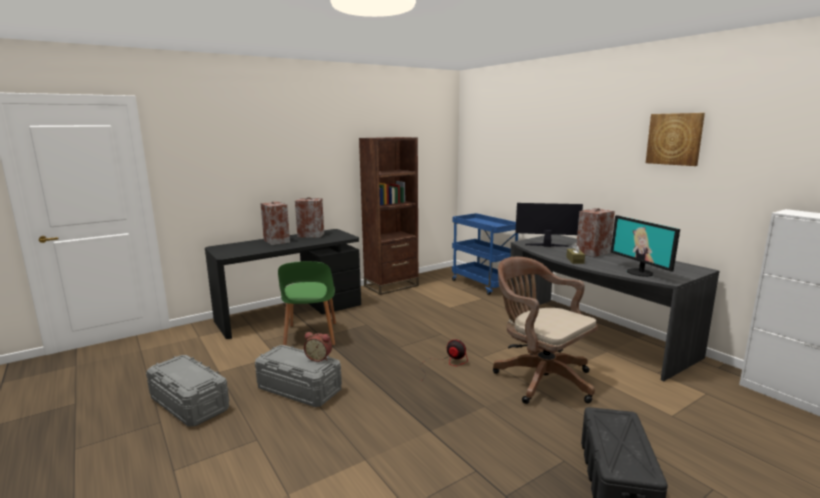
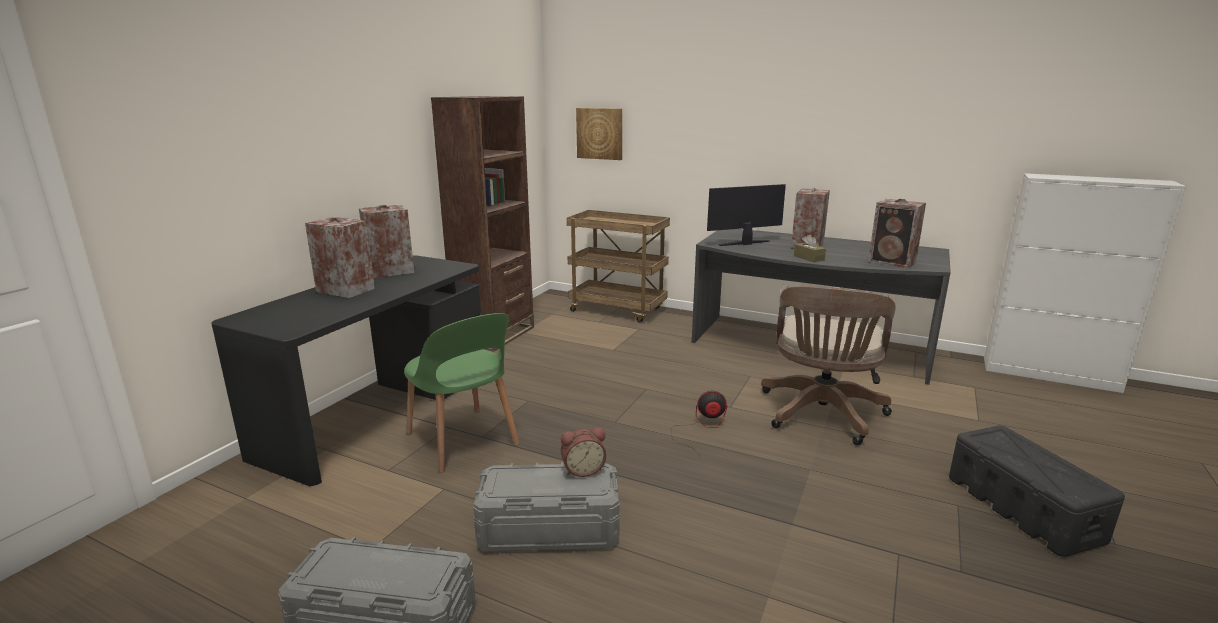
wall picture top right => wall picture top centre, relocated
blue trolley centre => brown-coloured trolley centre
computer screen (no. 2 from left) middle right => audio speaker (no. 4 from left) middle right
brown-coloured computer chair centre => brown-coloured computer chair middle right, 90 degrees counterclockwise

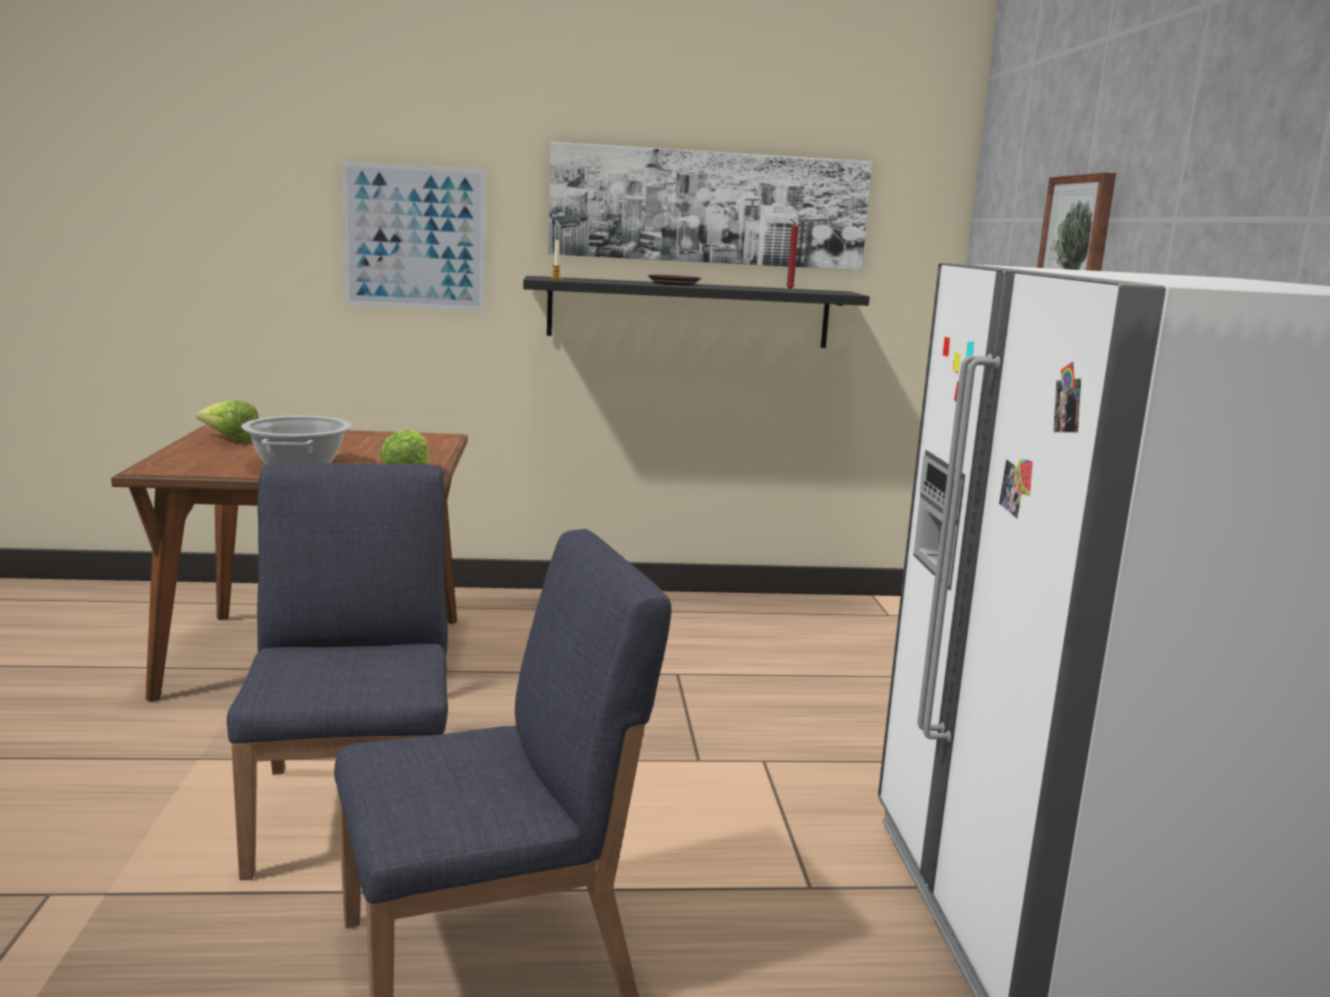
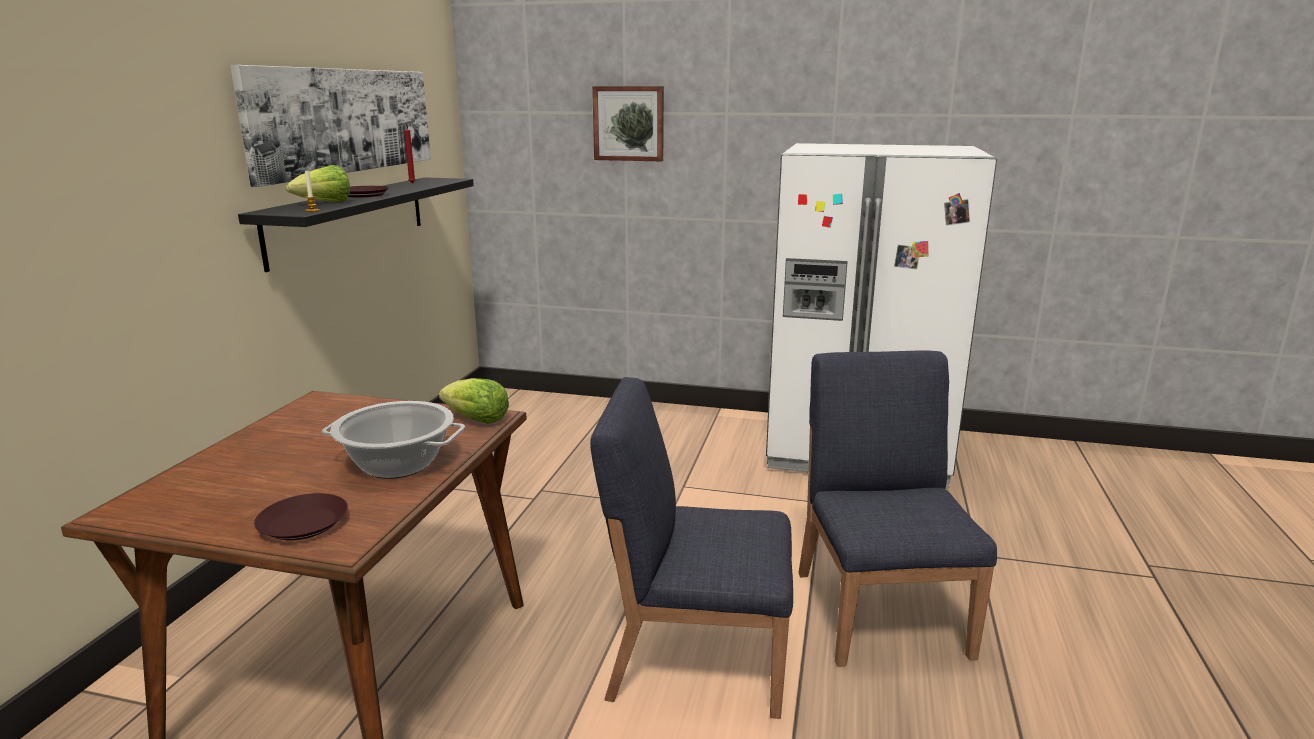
wall picture (no. 1 from left) top left => nothing
head of lettuce (no. 1 from left) middle left => head of lettuce (no. 1 from left) top left, relocated
nothing => brown-coloured dinner plate (no. 1 from left) bottom left

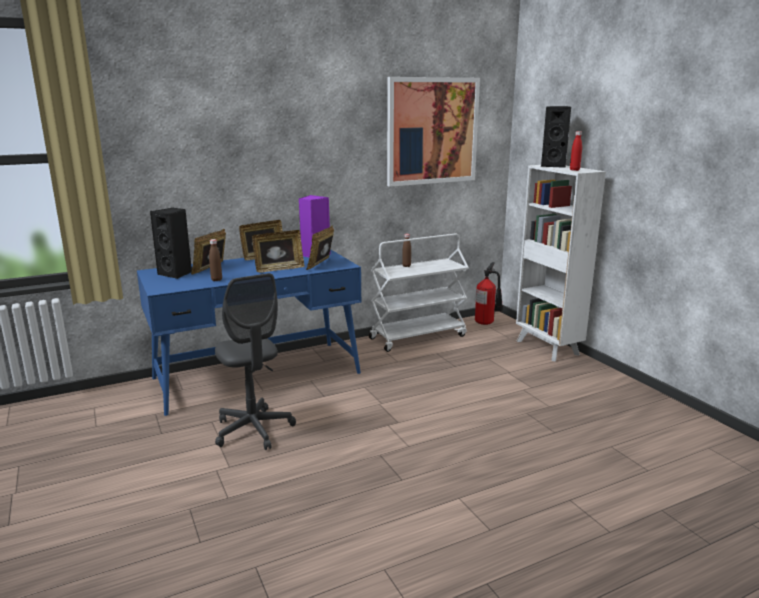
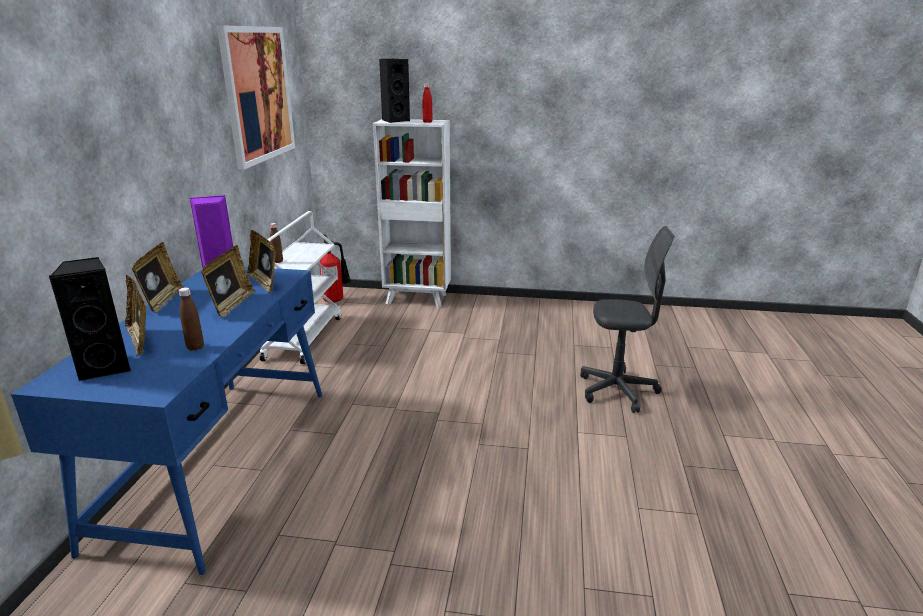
grey computer chair centre => grey computer chair middle right, relocated

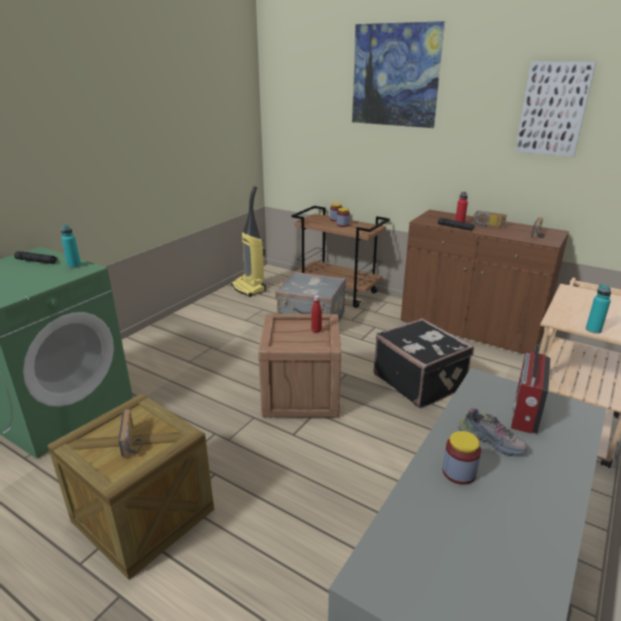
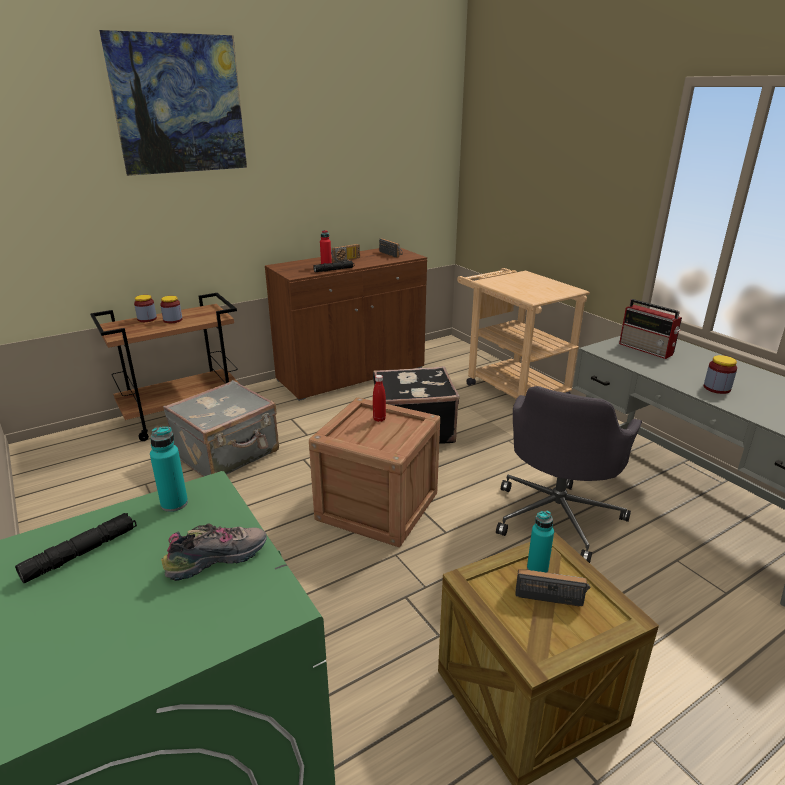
wall picture (no. 2 from left) top right => nothing
vacuum centre => nothing
turquoise-coloured drink bottle (no. 2 from left) middle right => turquoise-coloured drink bottle (no. 2 from left) bottom right, relocated
shoe bottom right => shoe bottom left, relocated
nothing => grey computer chair middle right

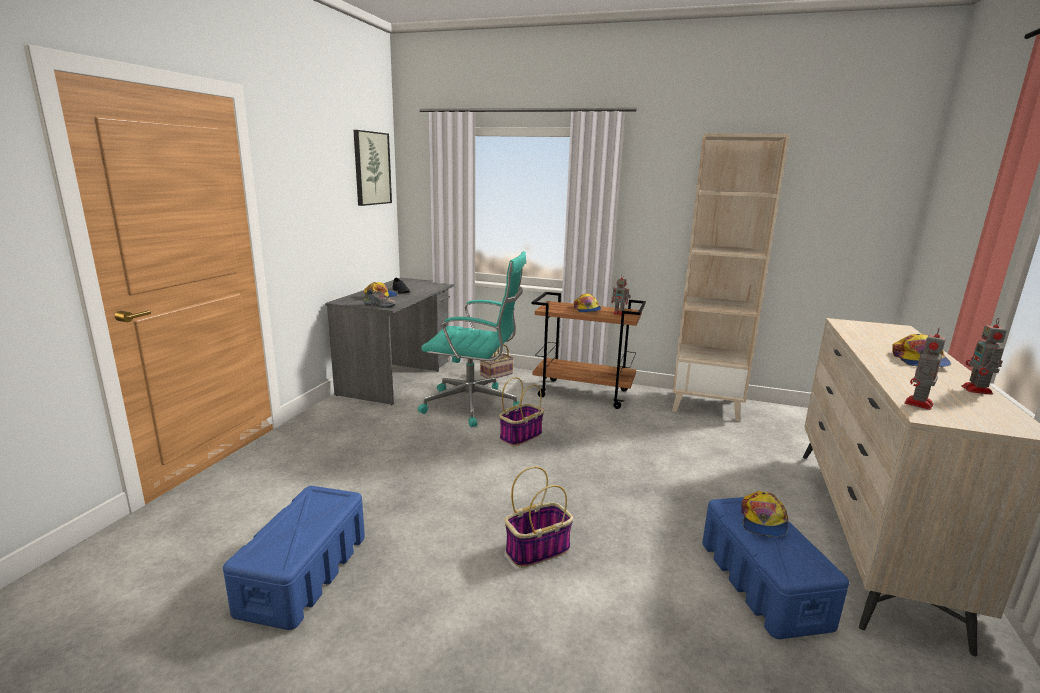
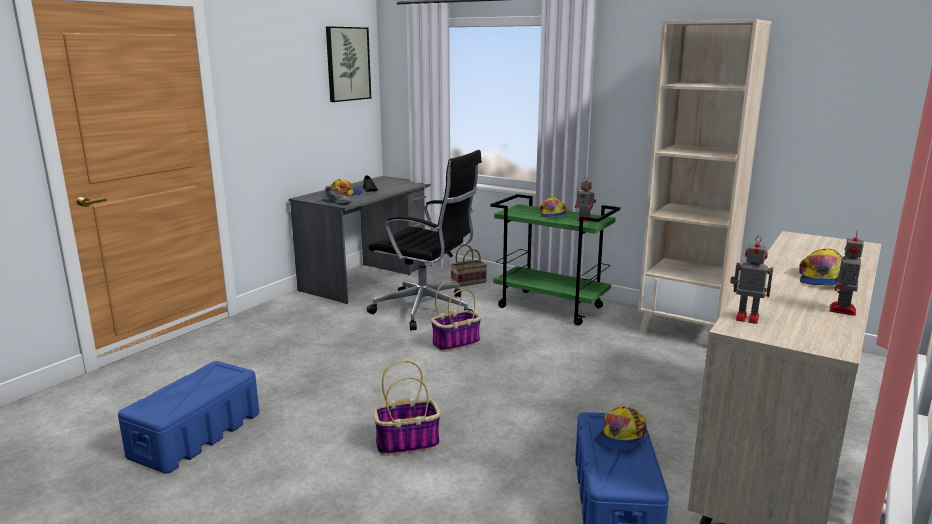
turquoise-coloured computer chair centre => blackish computer chair centre
brown-coloured trolley centre => green trolley centre
model robot (no. 2 from left) middle right, 60 degrees clockwise

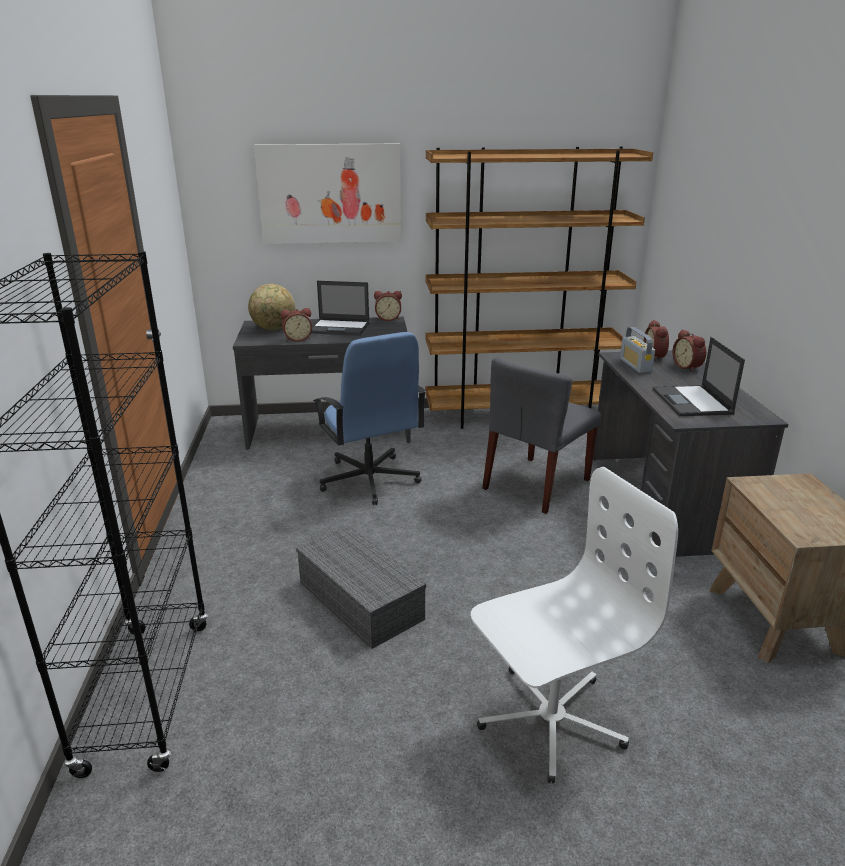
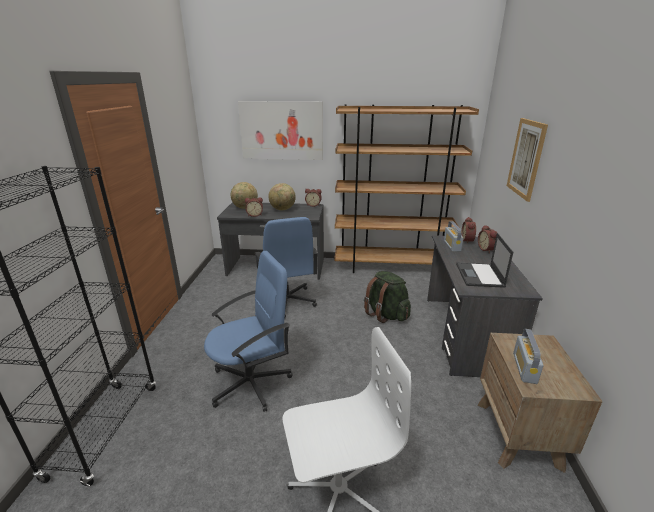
notebook computer (no. 1 from left) centre => desk globe (no. 2 from left) centre
grey chair centre => green knapsack centre
grey storage bin bottom centre => blue computer chair (no. 1 from left) centre
nothing => wall picture (no. 2 from left) top right
nothing => radio set (no. 2 from left) bottom right

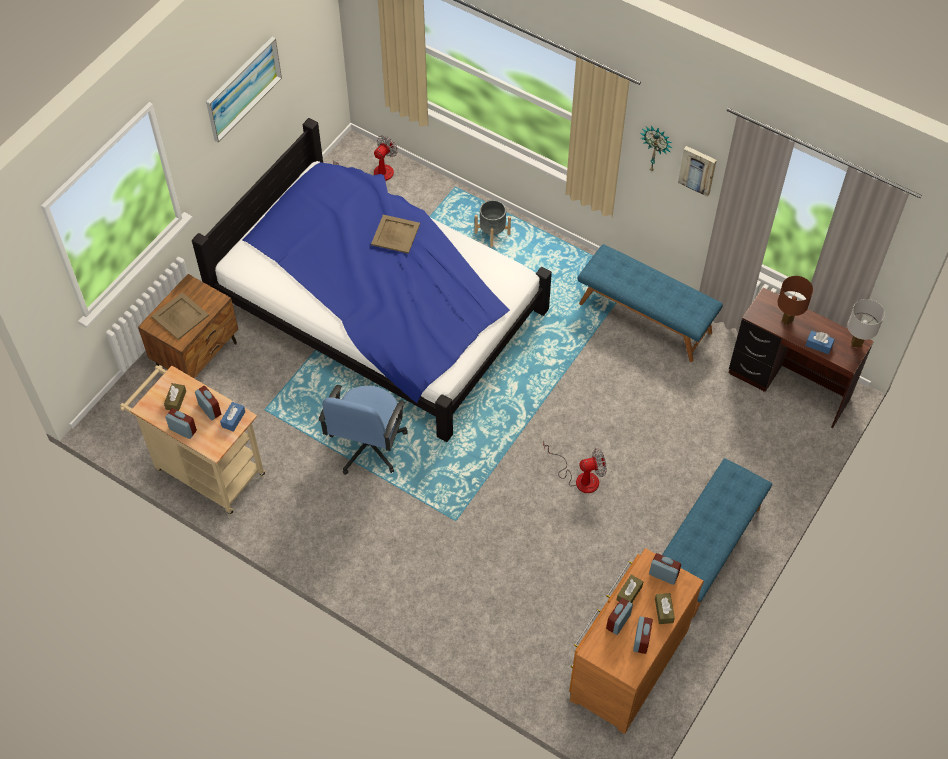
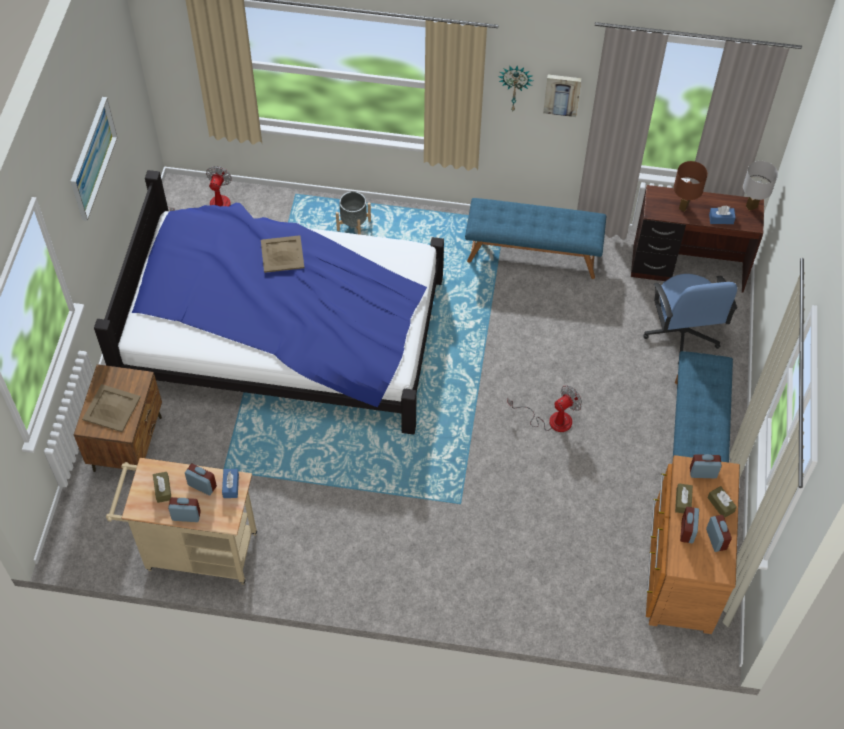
blue computer chair centre => blue computer chair middle right, relocated

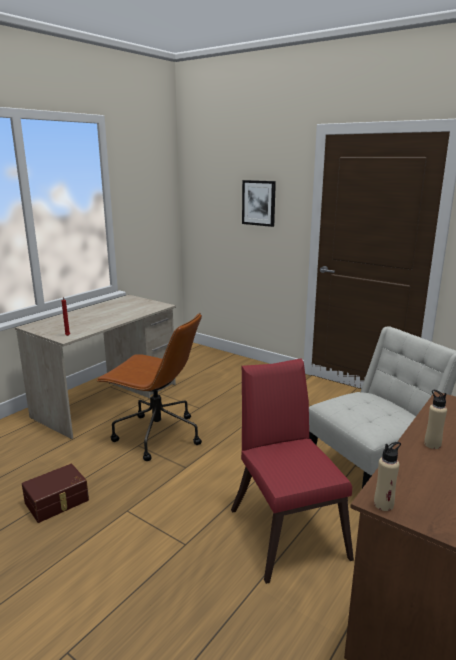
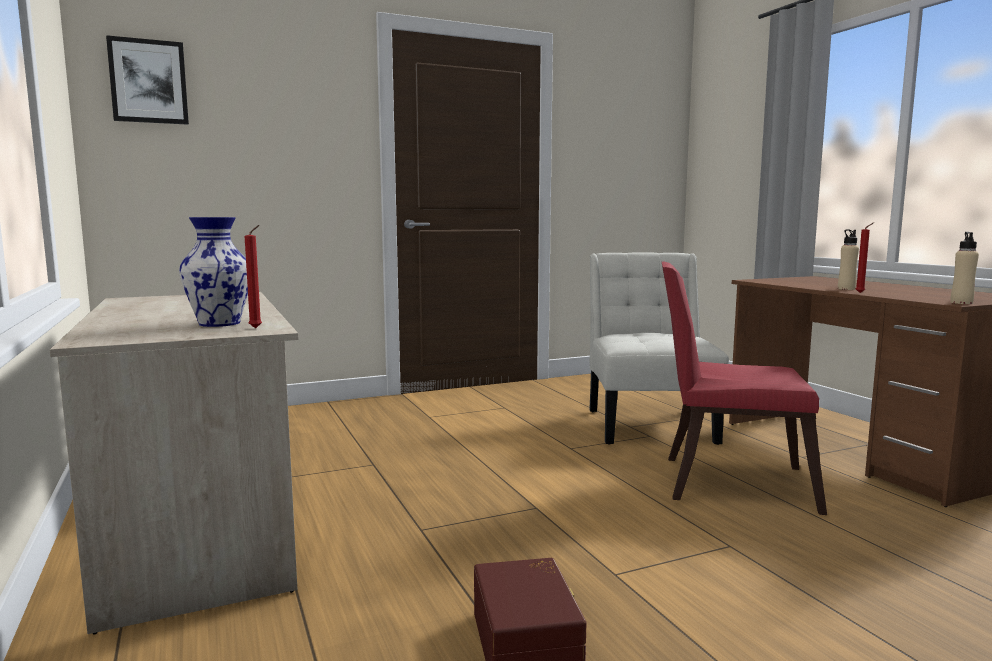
wall picture top centre => wall picture top left, relocated
brown-coloured computer chair middle left => nothing
nothing => decorative vase middle left
nothing => reddish wax candle (no. 2 from left) middle right

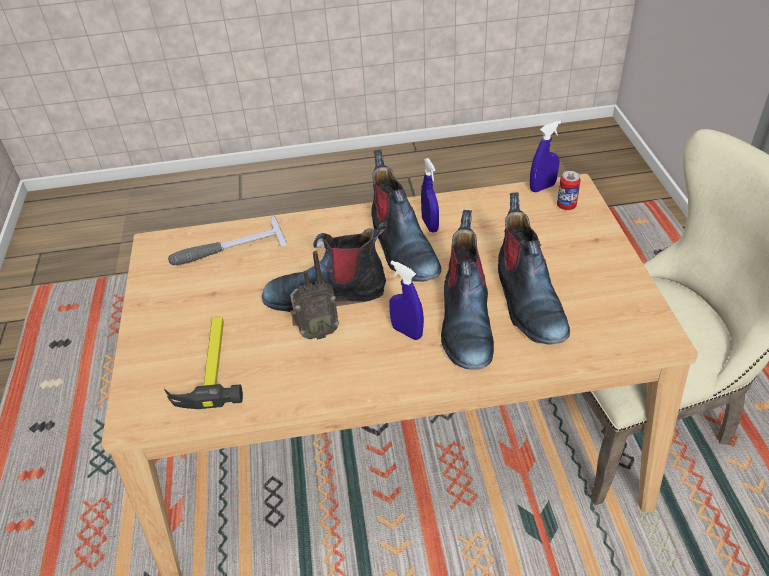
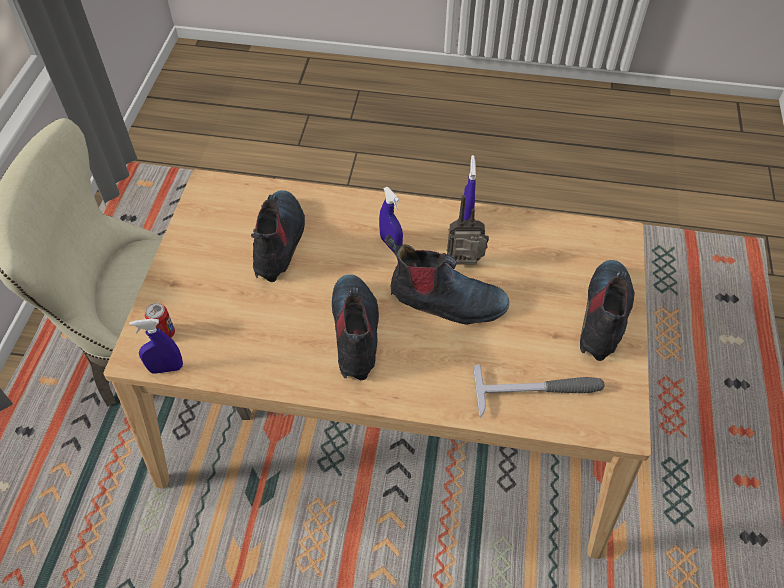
blue sprayer (no. 2 from left in the first image) centre => blue sprayer (no. 3 from left) top centre, relocated
boot (no. 3 from left in the first image) centre => boot (no. 4 from left) middle right, relocated
hand hammer (no. 1 from left) middle left => nothing

